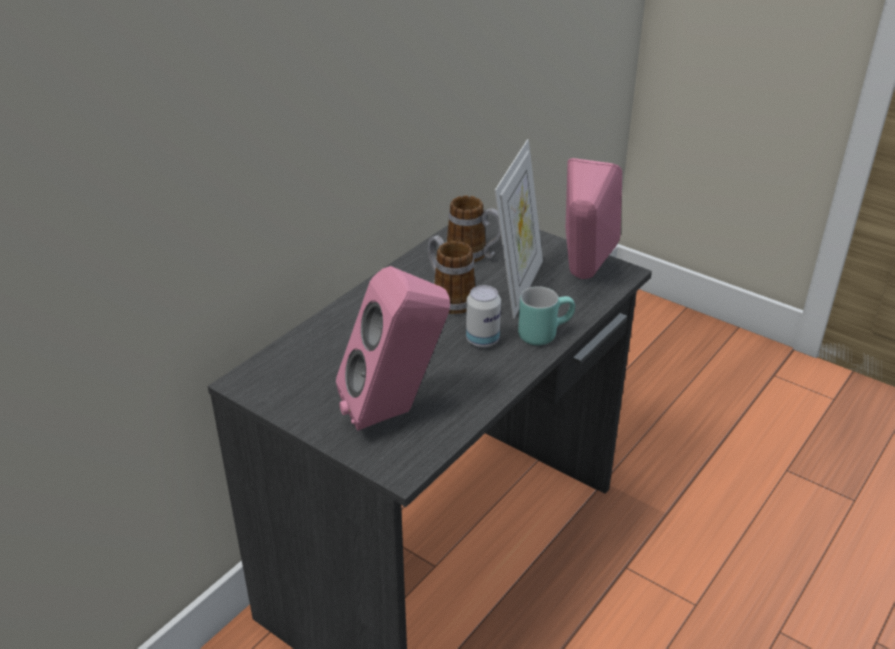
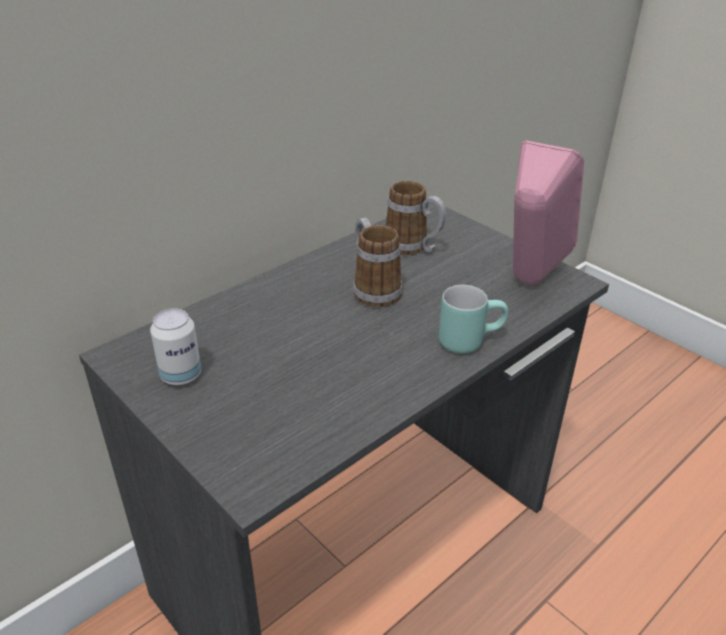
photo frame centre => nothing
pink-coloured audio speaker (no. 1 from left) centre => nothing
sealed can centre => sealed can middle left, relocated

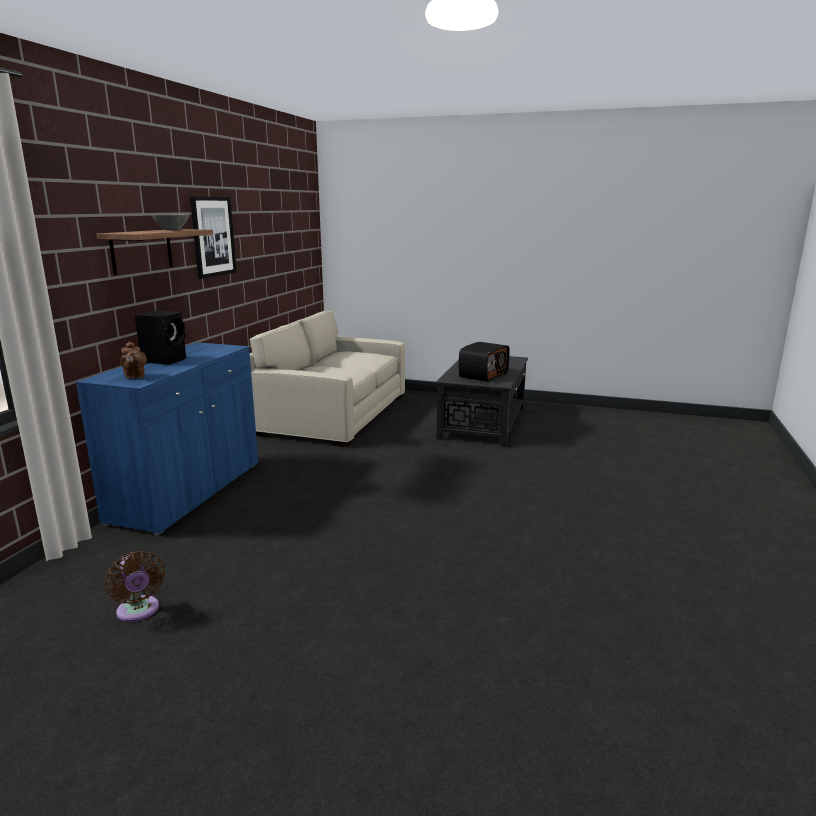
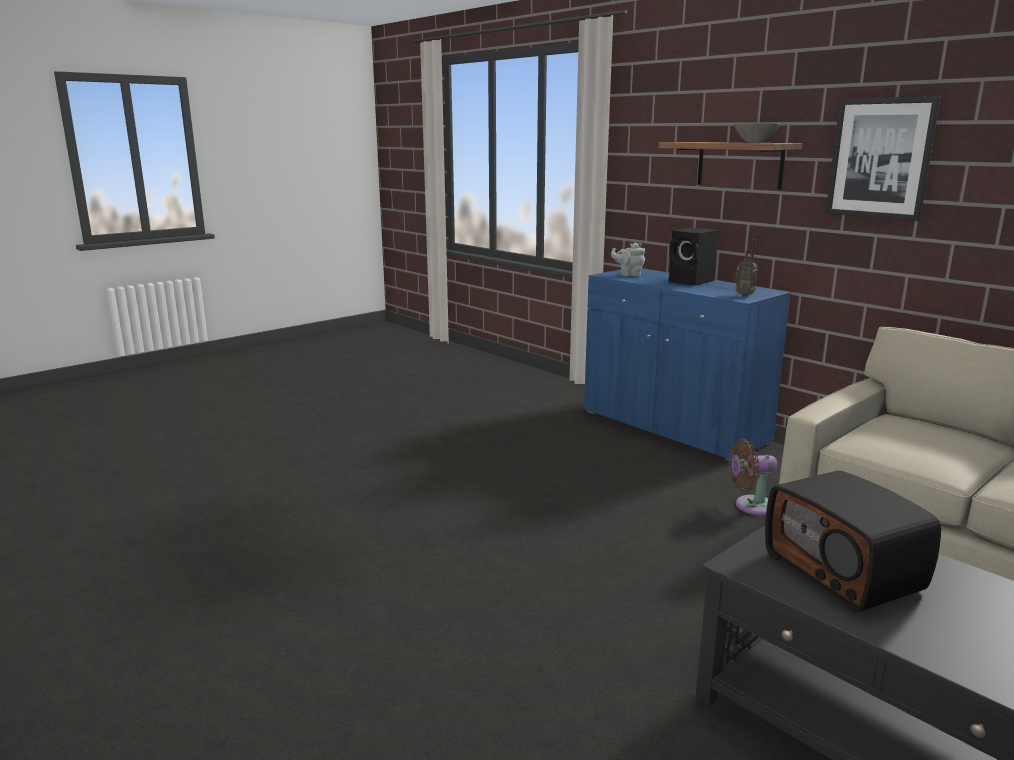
brown-coloured pot for tea middle left => grey pot for tea centre
brown-coloured electric fan bottom left => brown-coloured electric fan middle right, relocated
nothing => radio set (no. 1 from left) middle right

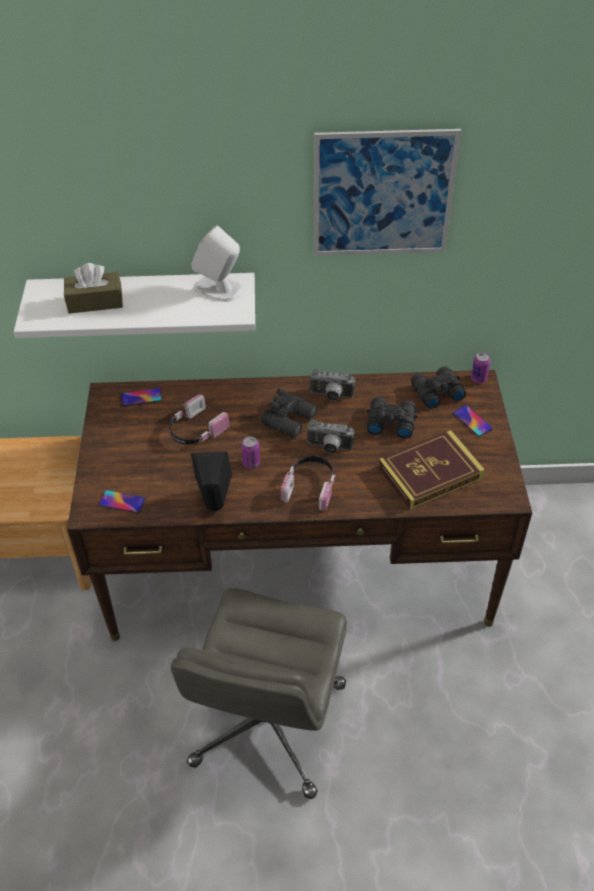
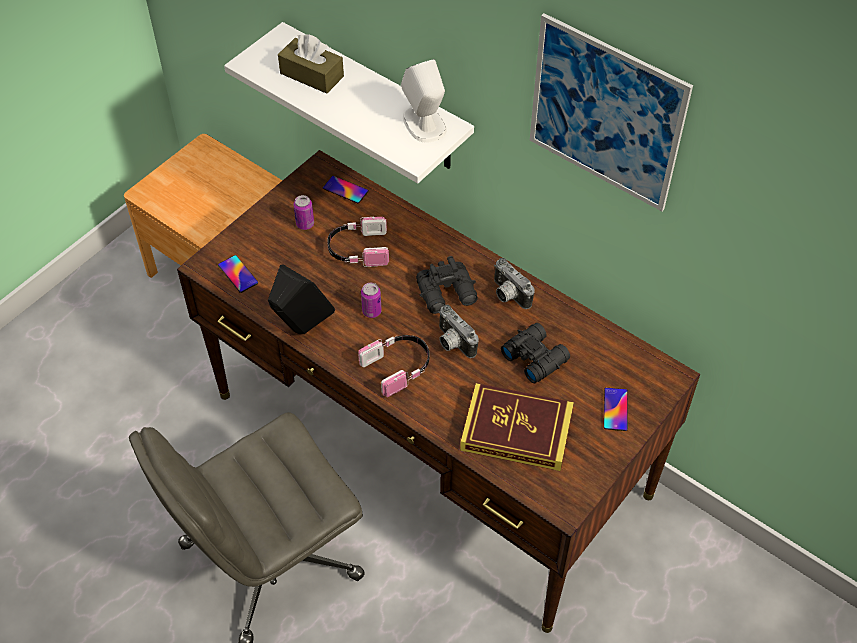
sealed can (no. 2 from left in the first image) middle right => sealed can (no. 1 from left) top centre, relocated
blackish binoculars (no. 3 from left) middle right => nothing

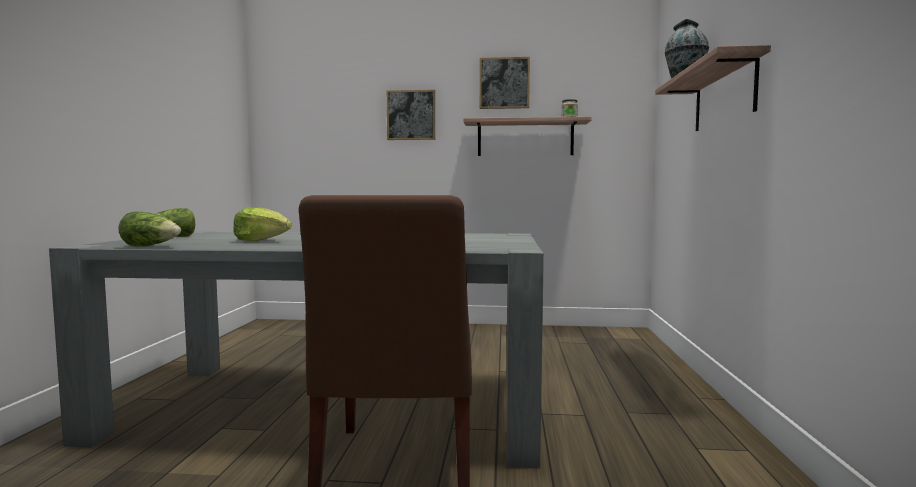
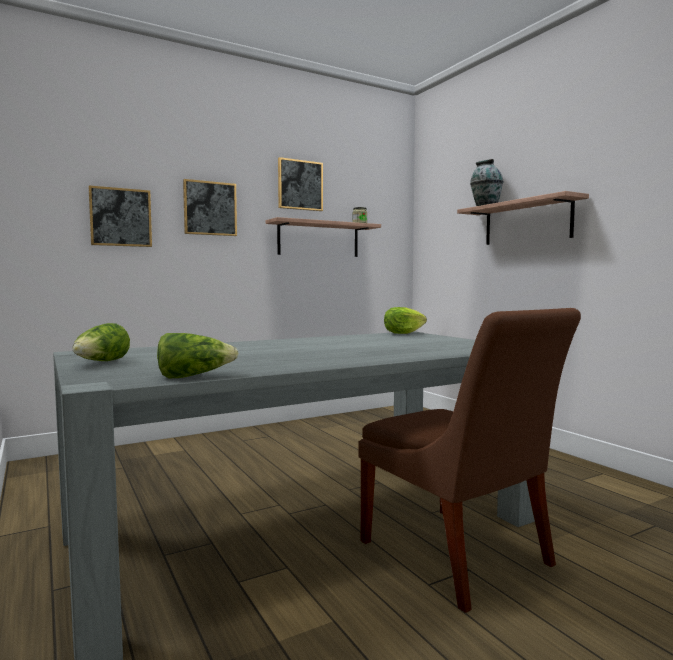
head of lettuce (no. 3 from left) middle left => head of lettuce (no. 3 from left) centre, relocated
nothing => wall picture (no. 1 from left) top left

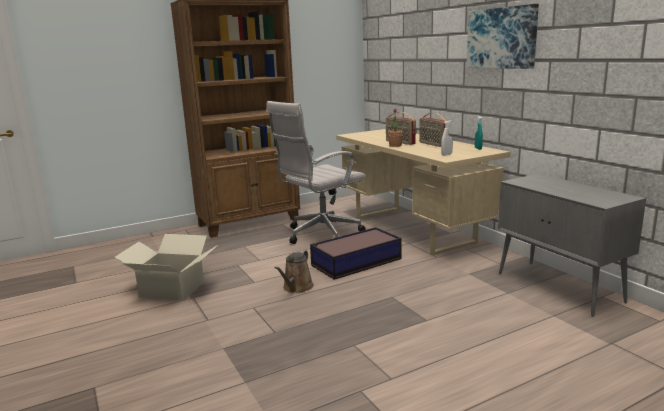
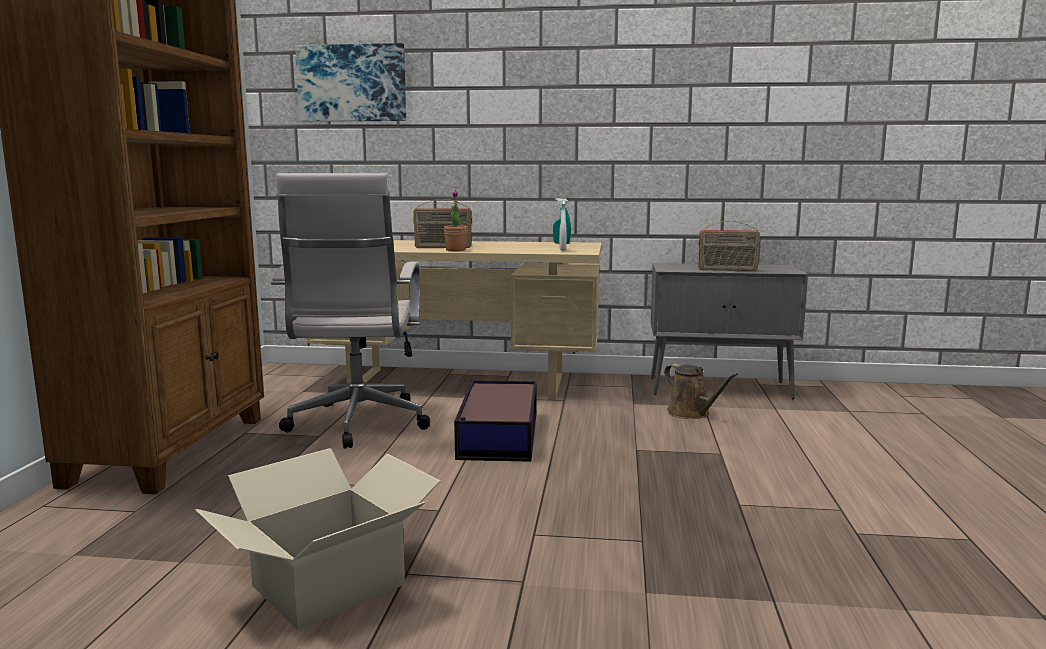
wall picture top right => wall picture top centre, relocated
radio set (no. 2 from left) top centre => radio set (no. 2 from left) middle right, relocated
brown-coloured watering can centre => brown-coloured watering can middle right, relocated

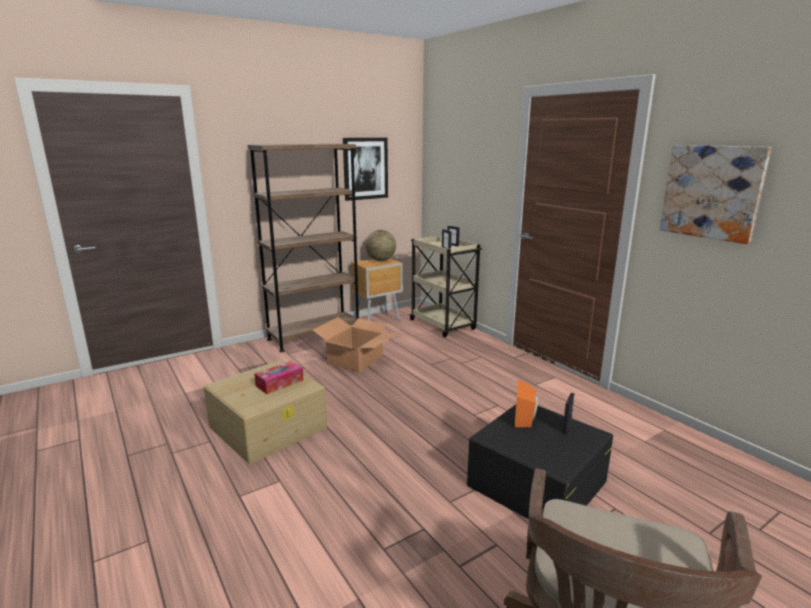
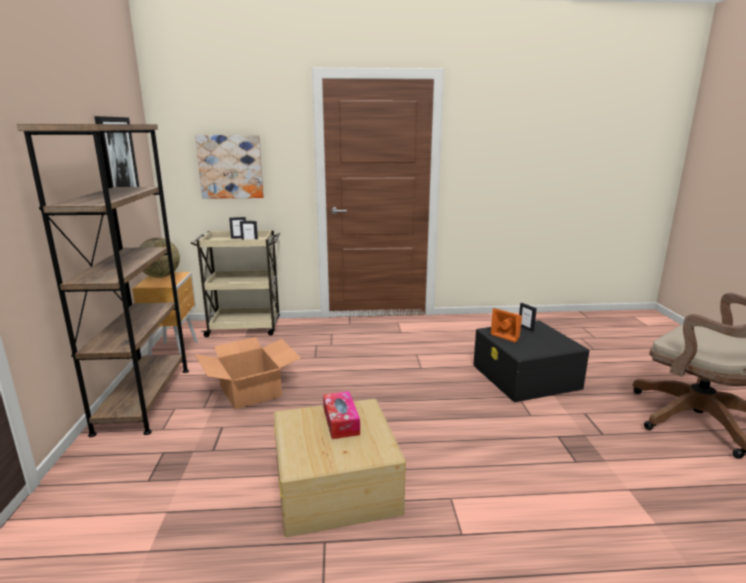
wall picture (no. 2 from left) top right => wall picture (no. 2 from left) top left, relocated

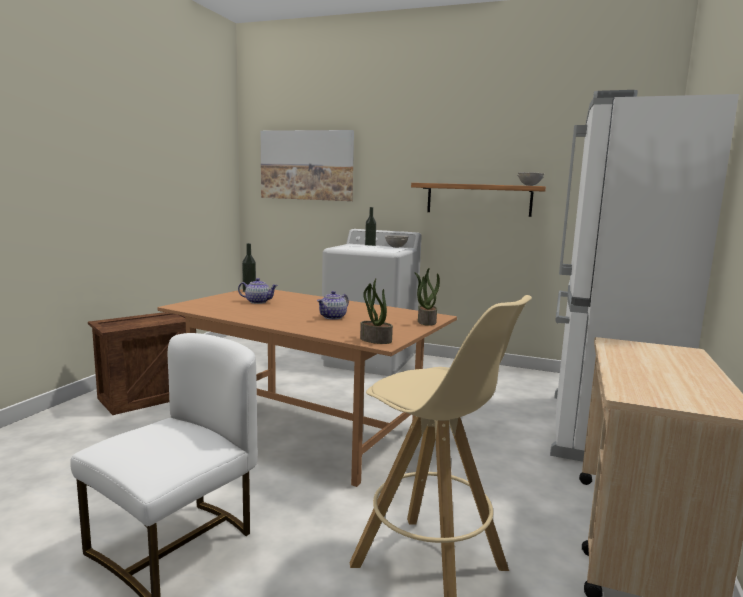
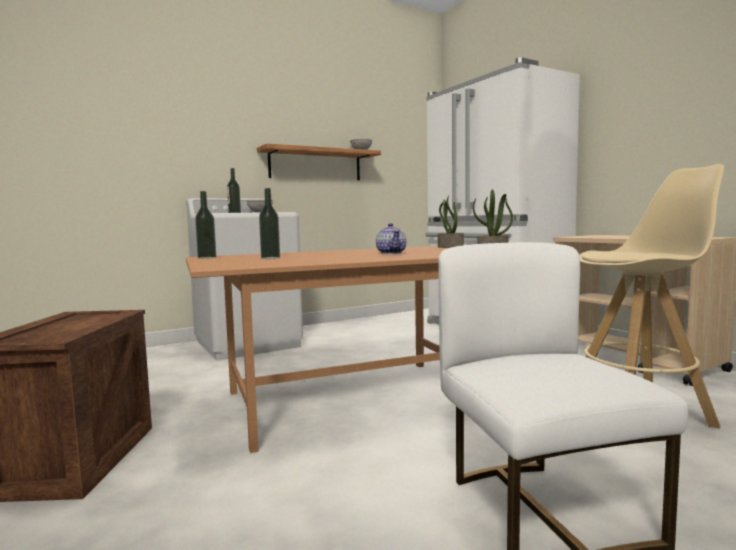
wall picture top centre => nothing
pot for tea (no. 1 from left) centre => drink bottle (no. 3 from left) centre

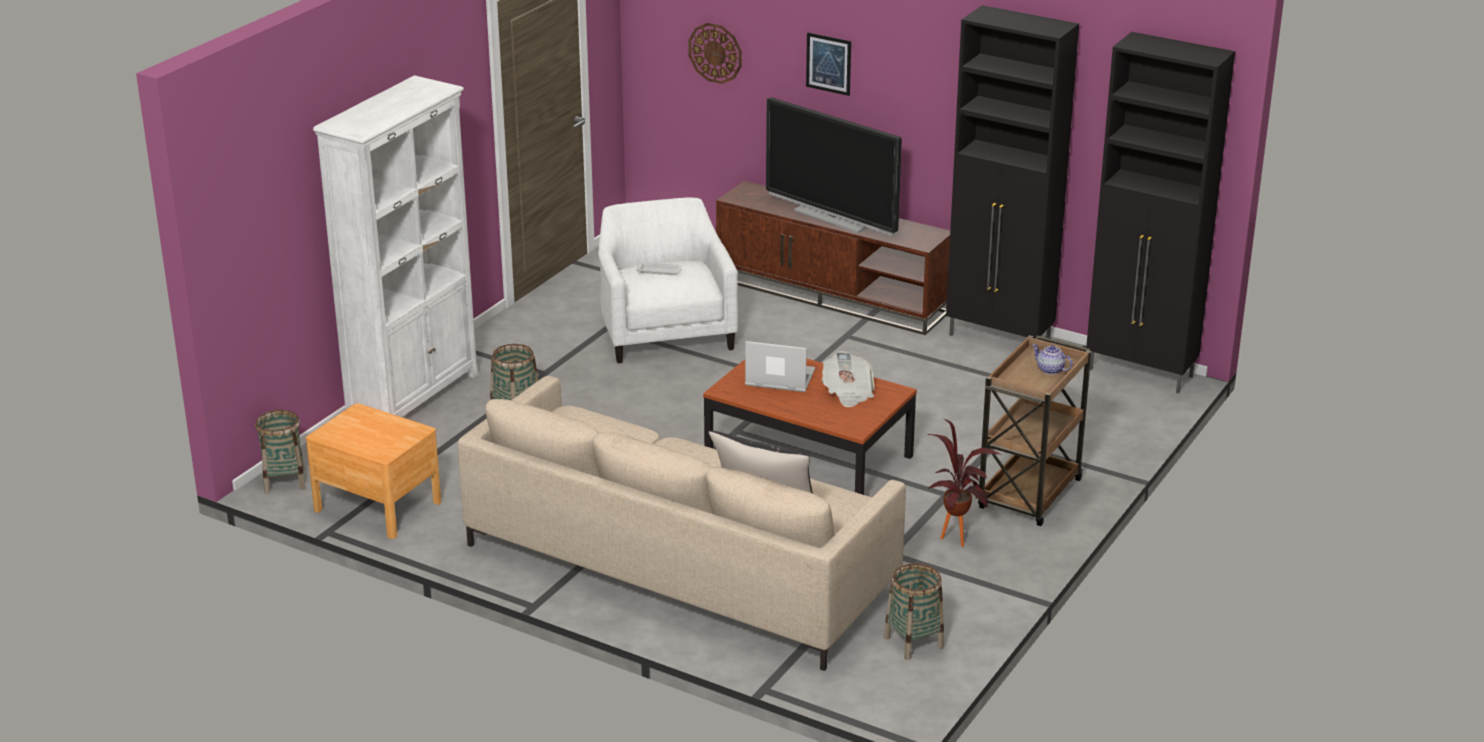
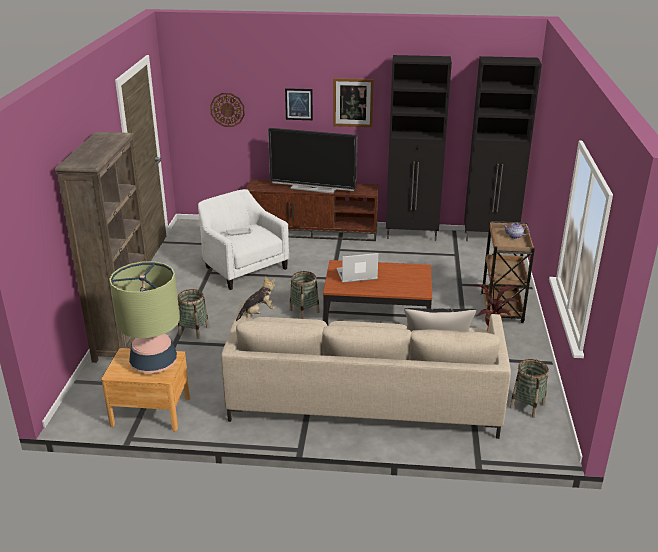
white-coloured bookshelf top left => brown-coloured bookshelf middle left
newspaper centre => nothing
household basket (no. 1 from left in the first image) middle left => household basket (no. 2 from left) centre, relocated
nothing => wall picture (no. 2 from left) top centre
nothing => lamp for a table middle left
nothing => soft toy centre

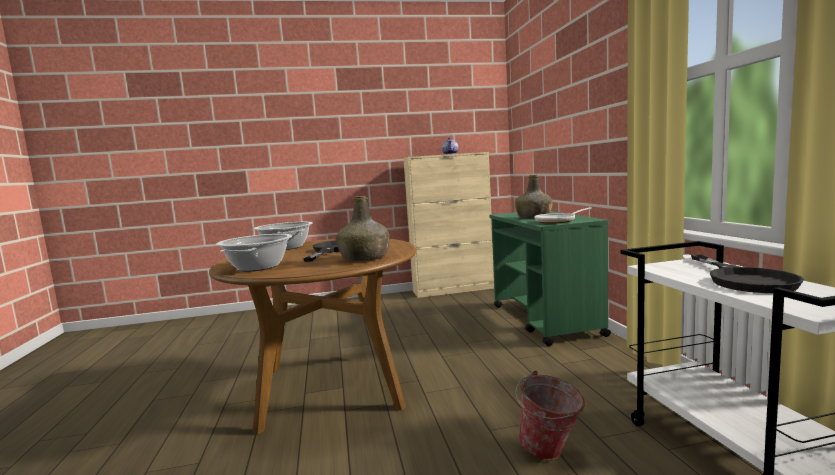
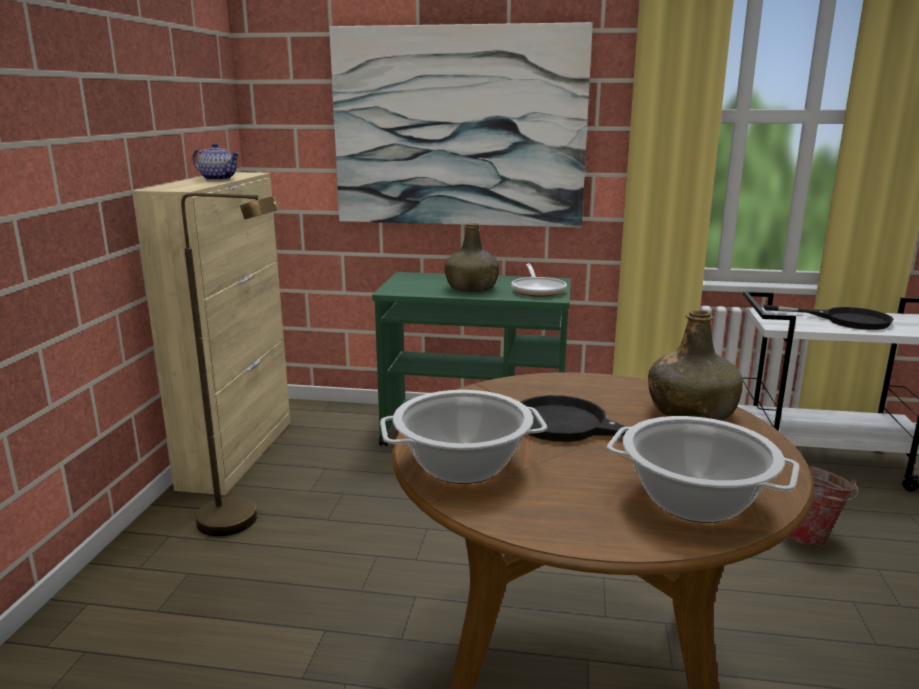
nothing => wall picture top centre
nothing => brown-coloured standing lamp middle left

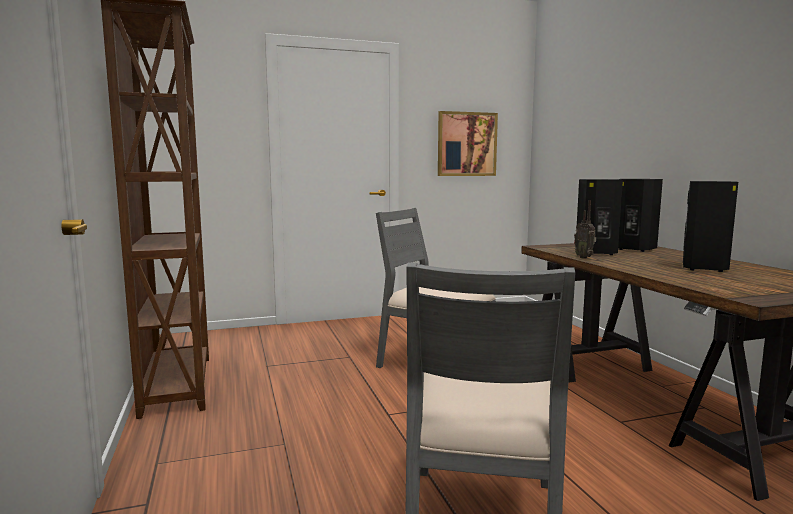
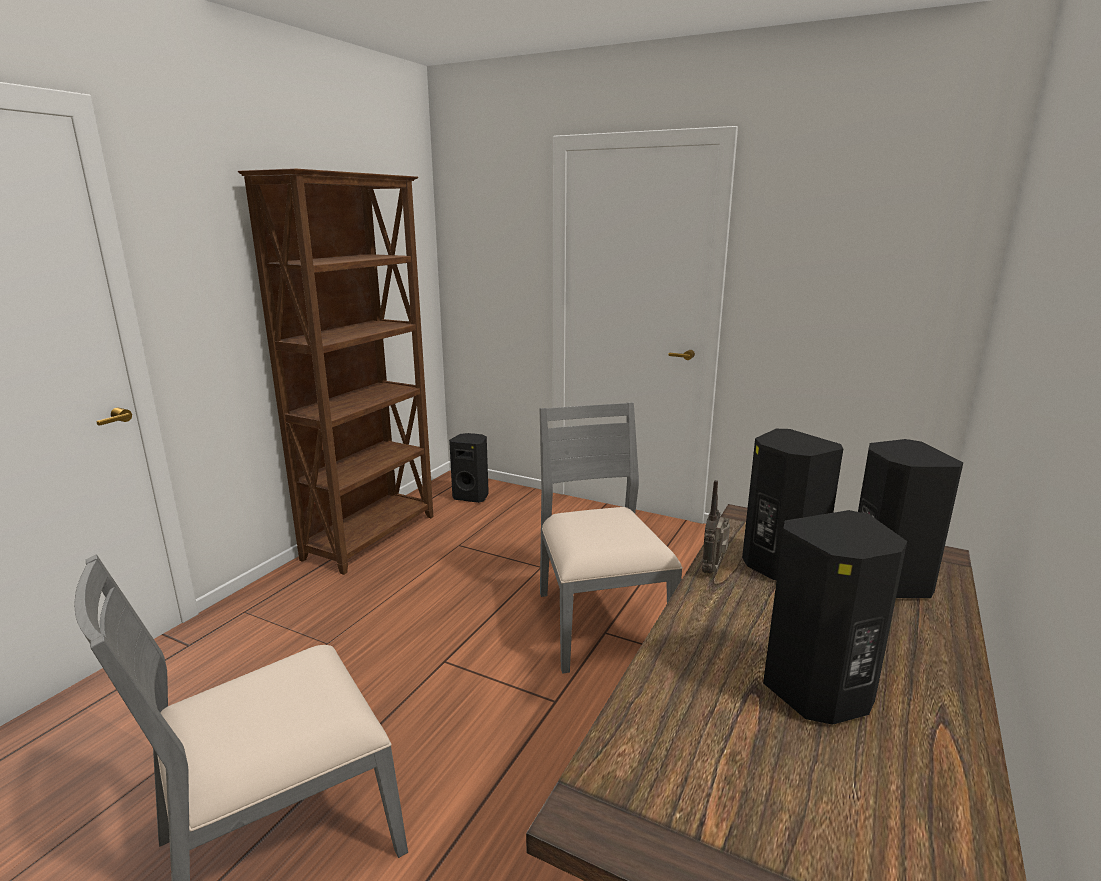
wall picture top centre => nothing
nothing => blackish audio speaker (no. 1 from left) centre

